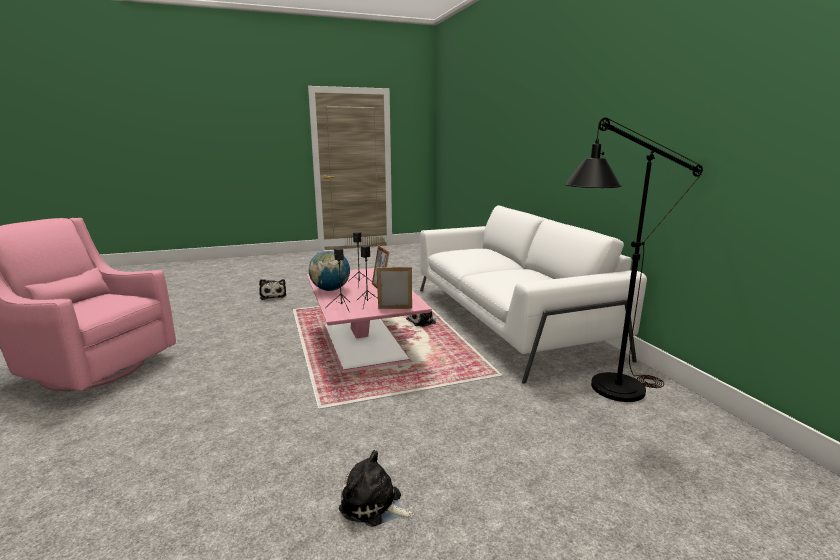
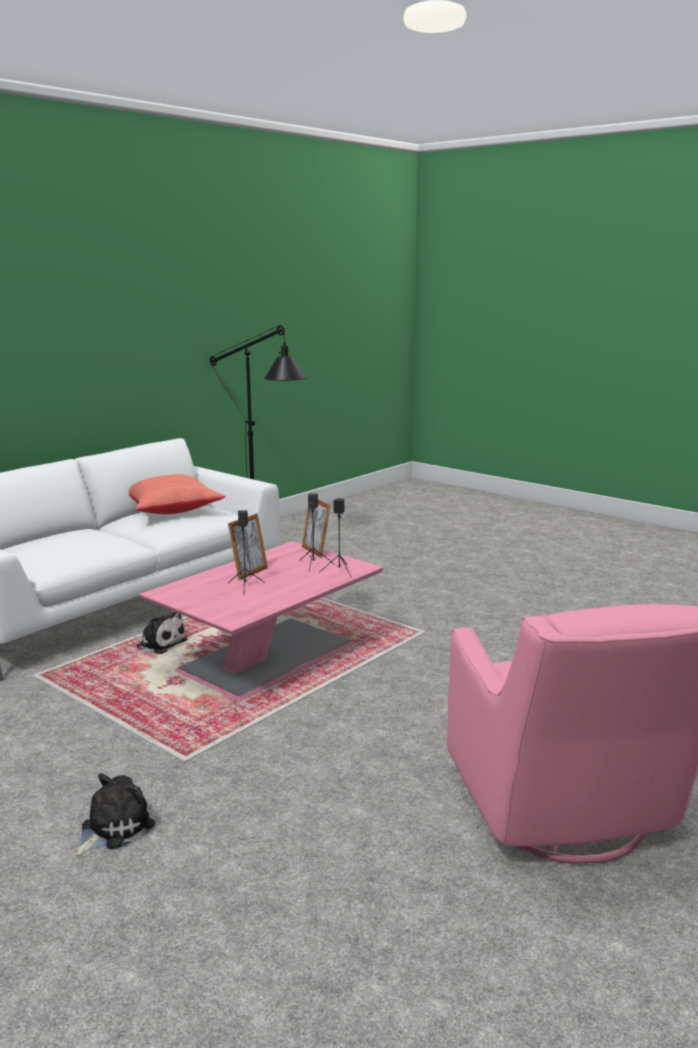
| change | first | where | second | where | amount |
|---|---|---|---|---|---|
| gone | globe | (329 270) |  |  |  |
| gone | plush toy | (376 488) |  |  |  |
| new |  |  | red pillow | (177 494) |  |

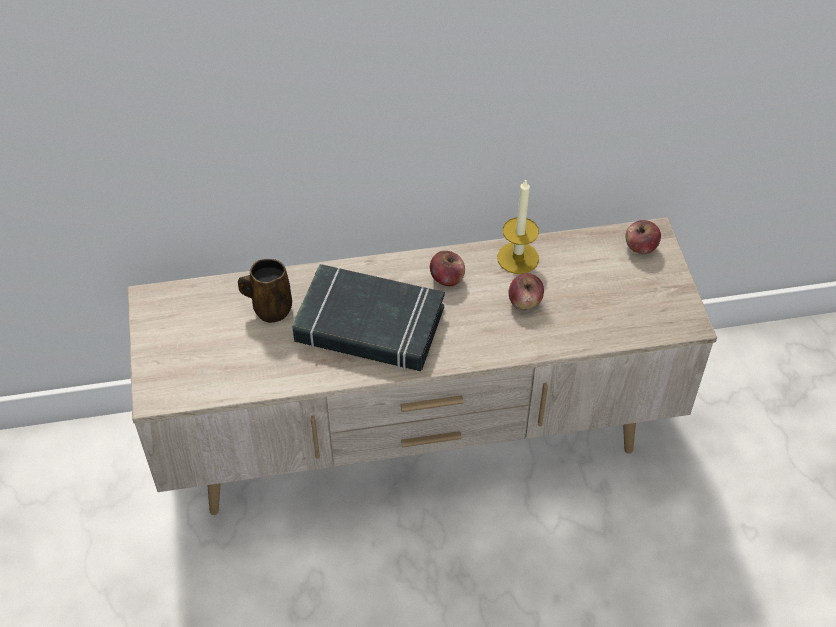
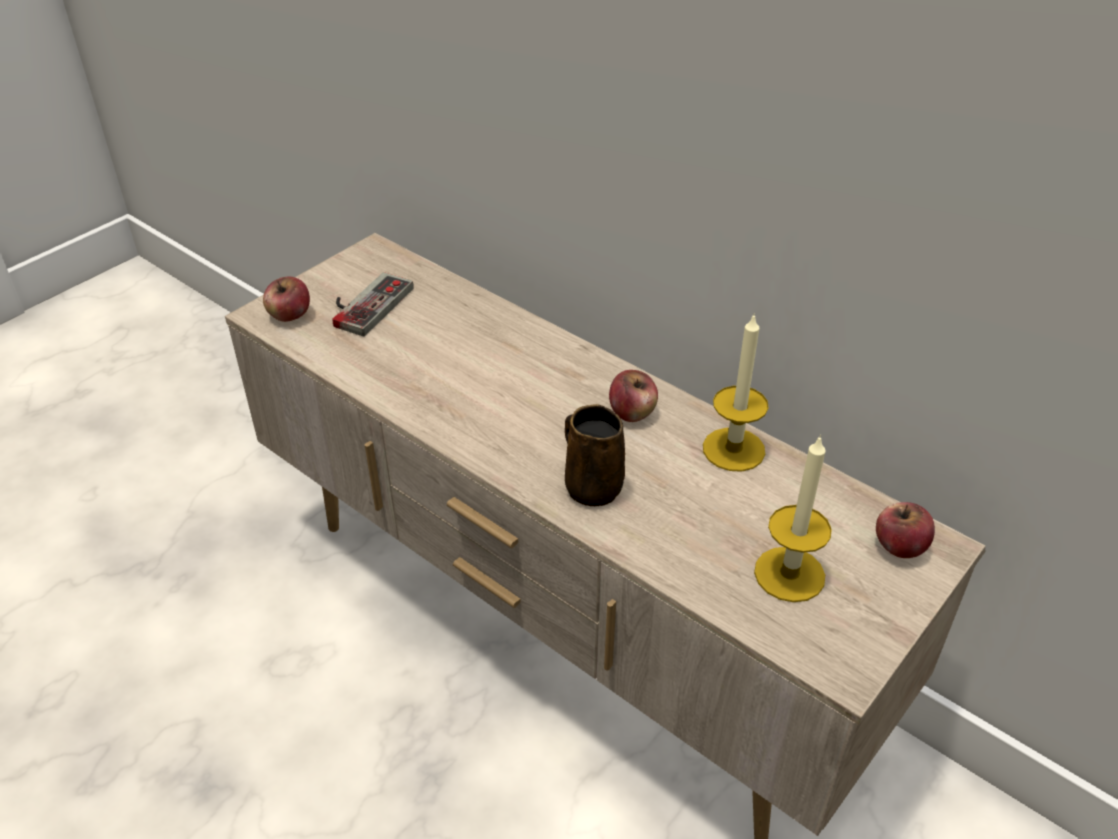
| change | first | where | second | where | amount |
|---|---|---|---|---|---|
| shifted | brown mug | (265 291) |  | (595 455) |  |
| gone | black book | (368 317) |  |  |  |
| shifted | apple | (526 291) |  | (286 299) |  |
| new |  |  | game controller | (373 304) |  |
| new |  |  | candle | (793 518) |  |

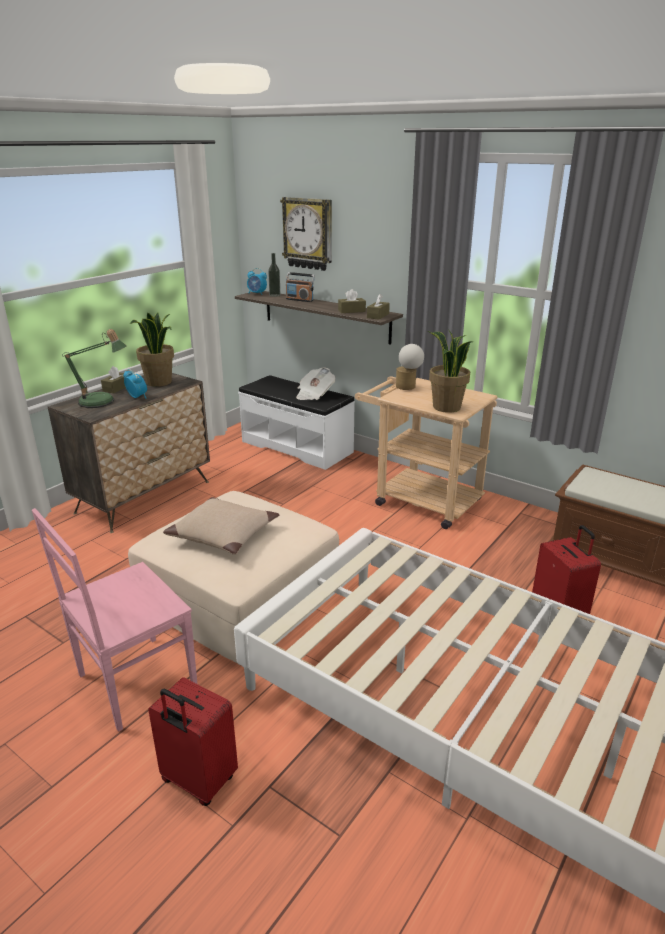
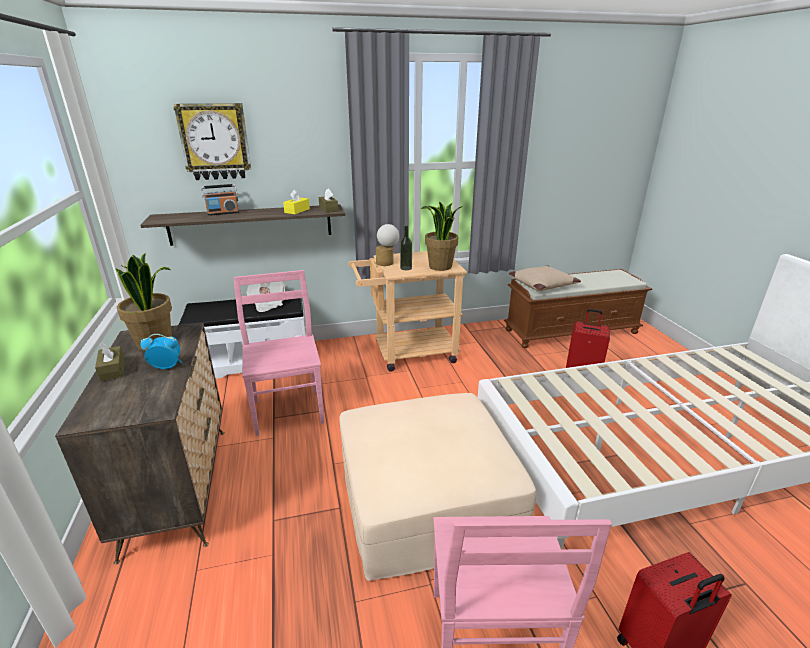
| change | first | where | second | where | amount |
|---|---|---|---|---|---|
| shifted | bottle | (274 275) |  | (406 247) |  |
| gone | alarm clock | (257 281) |  |  |  |
| repainted | brown tissue box | (352 301) | yellow tissue box | (296 202) |  |
| gone | table lamp | (95 368) |  |  |  |
| shifted | beige pillow | (221 526) |  | (545 278) |  |
| new |  |  | pink chair | (278 353) |  |

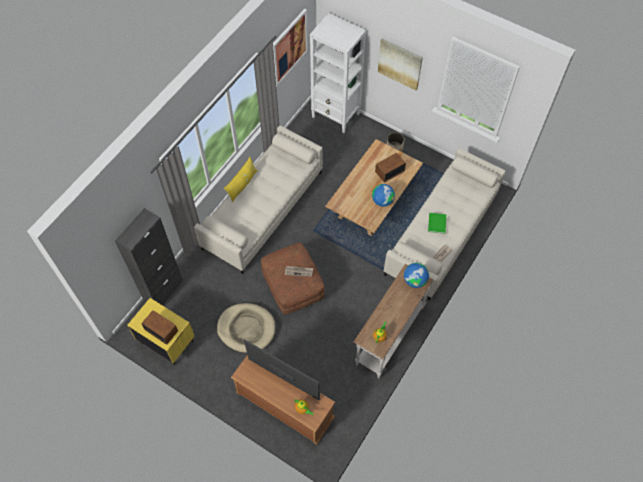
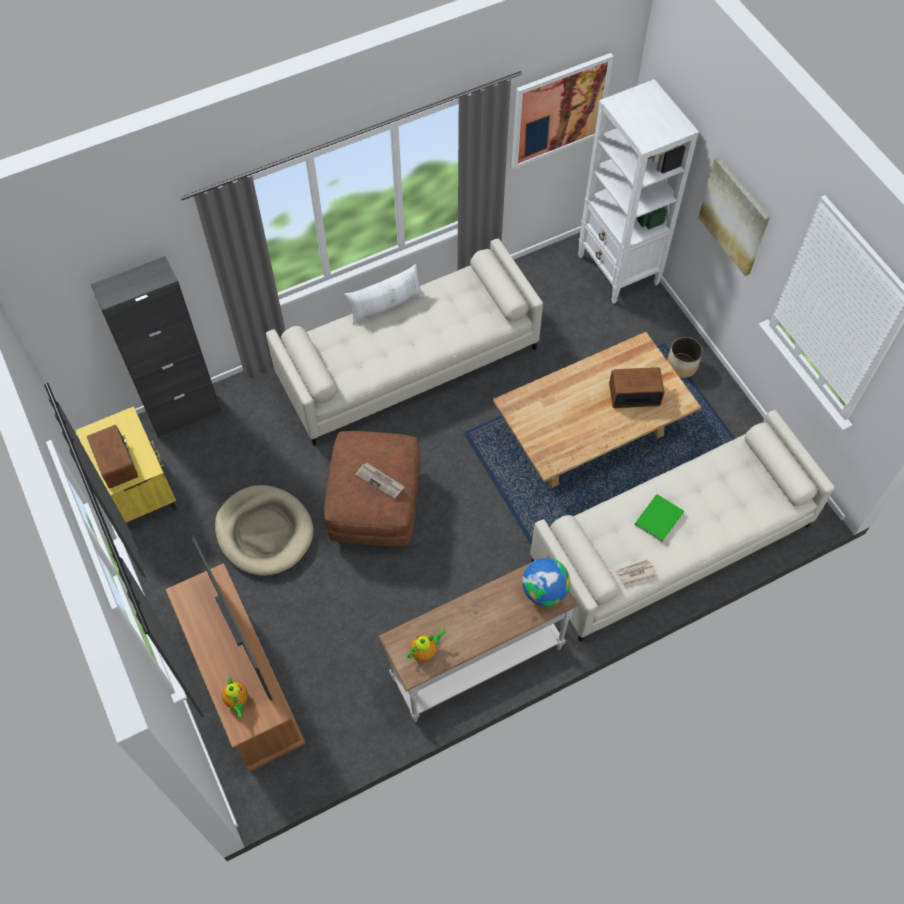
| change | first | where | second | where | amount |
|---|---|---|---|---|---|
| repainted | yellow pillow | (241 179) | white pillow | (383 294) |  |
| gone | globe | (383 195) |  |  |  |

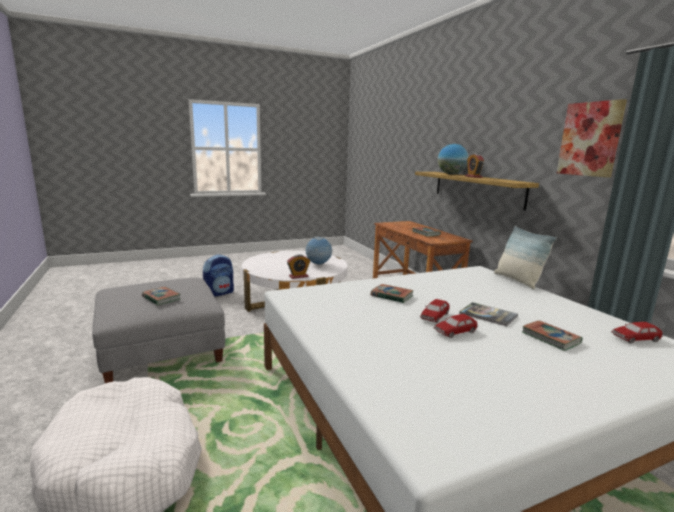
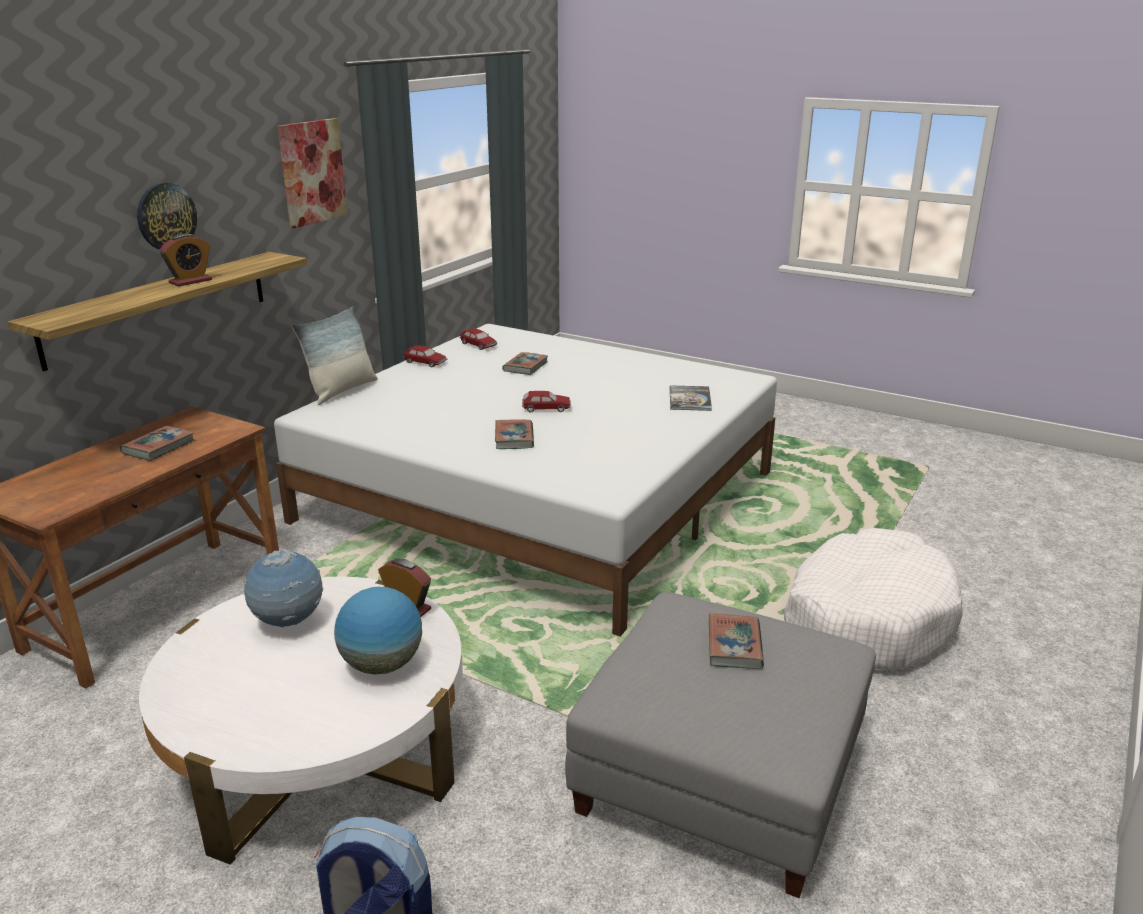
| change | first | where | second | where | amount |
|---|---|---|---|---|---|
| shifted | globe | (453 159) |  | (378 631) |  |
| shifted | book | (488 314) |  | (691 398) |  |
| shifted | toy car | (456 326) |  | (425 356) |  |
| new |  |  | wall clock | (167 216) |  |

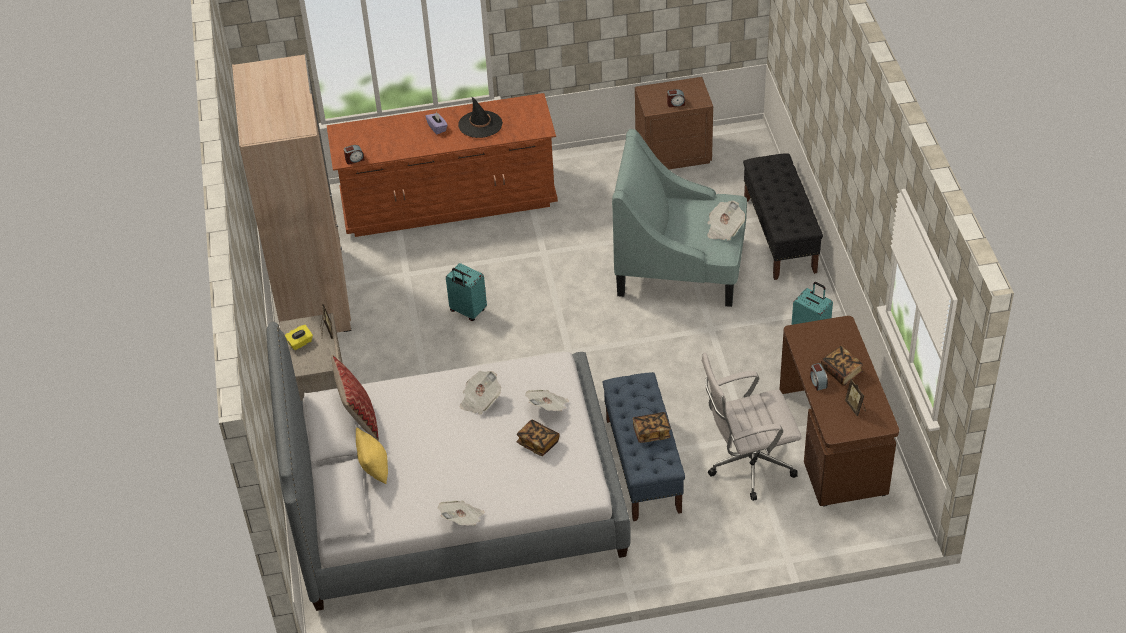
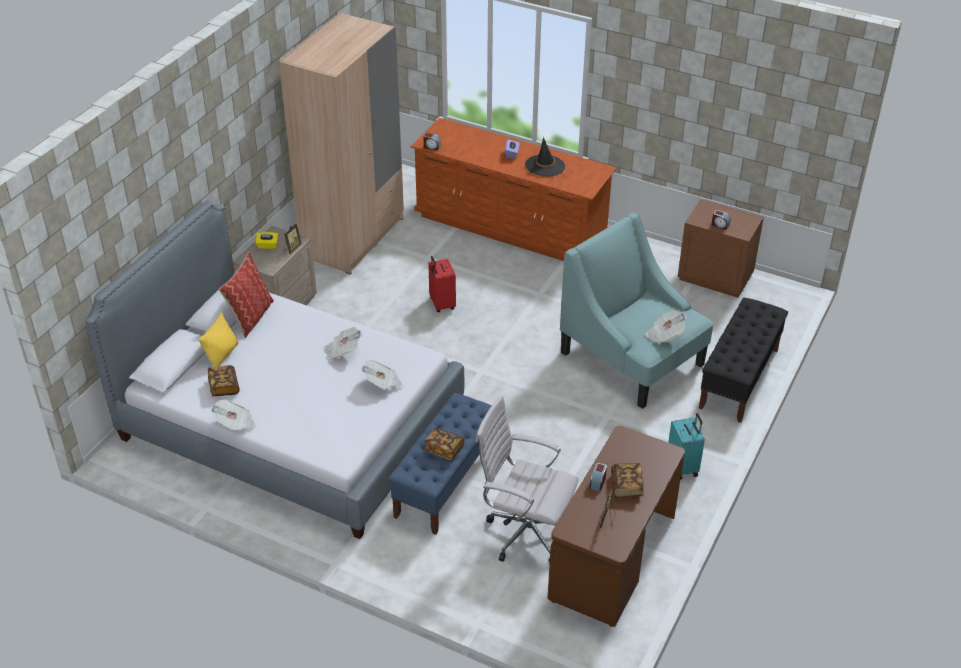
| change | first | where | second | where | amount |
|---|---|---|---|---|---|
| repainted | turquoise suitcase | (466 292) | red suitcase | (442 284) |  |
| shifted | book | (538 438) |  | (224 380) |  |

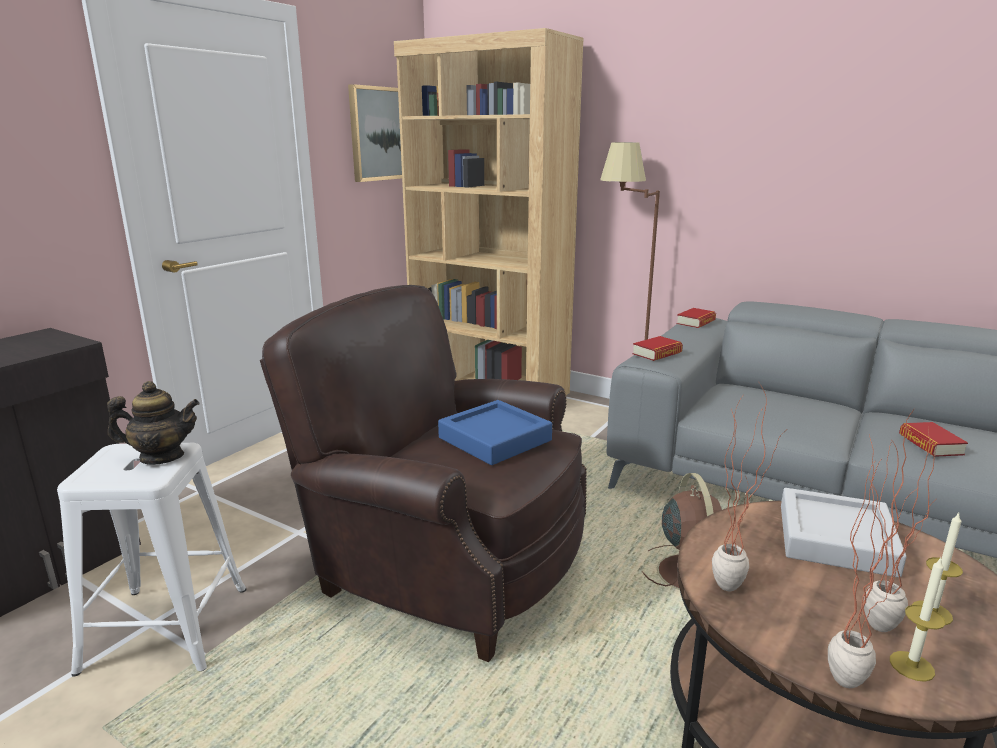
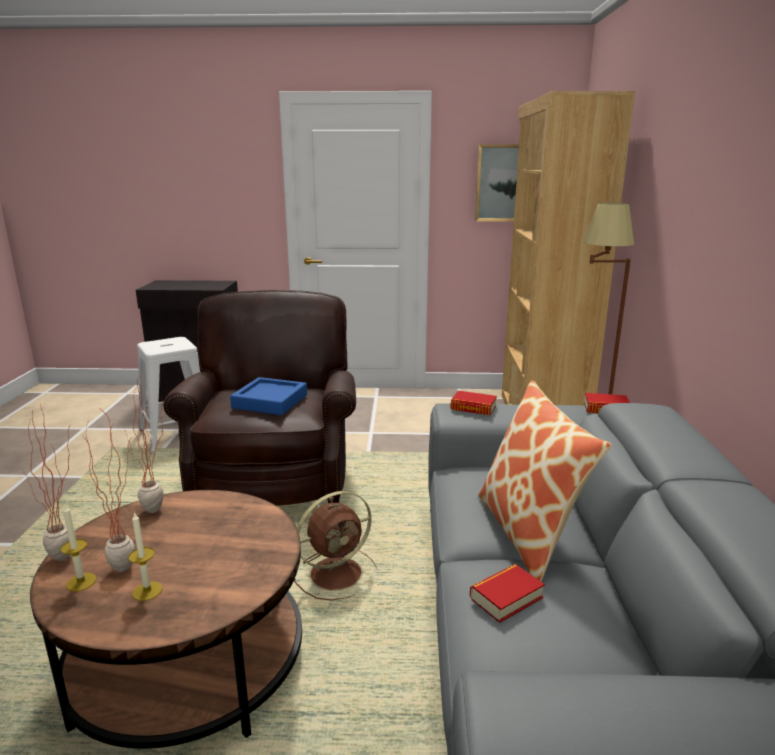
| change | first | where | second | where | amount |
|---|---|---|---|---|---|
| gone | teapot | (153 423) |  |  |  |
| gone | grey tray | (844 533) |  |  |  |
| new |  |  | pillow | (544 481) |  |

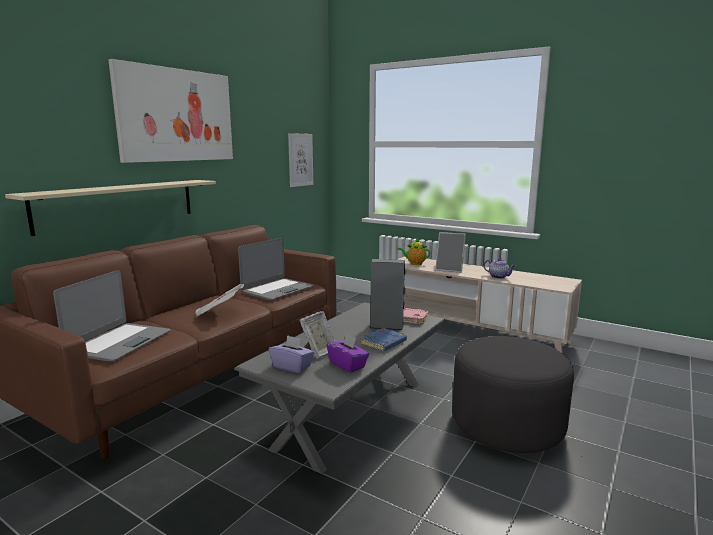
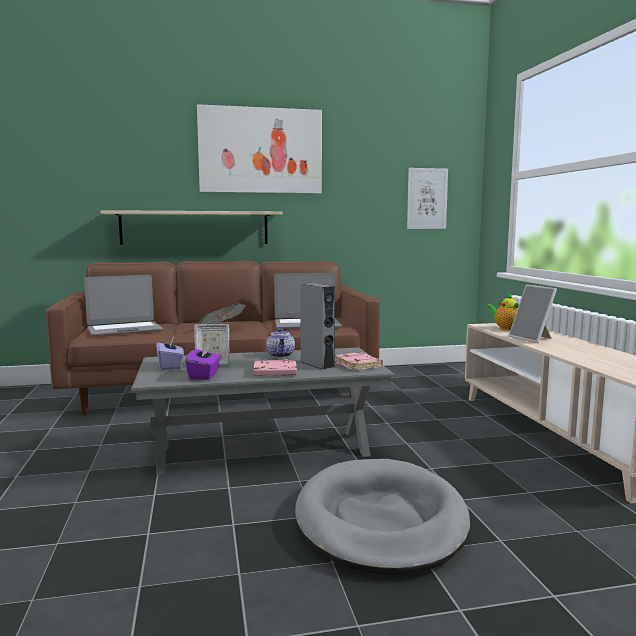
| change | first | where | second | where | amount |
|---|---|---|---|---|---|
| shifted | teapot | (500 268) |  | (280 343) |  |
| repainted | blue book | (383 340) | pink book | (275 367) |  |
| swapped | grey ottoman | (513 394) | grey dog bed | (382 517) |  |

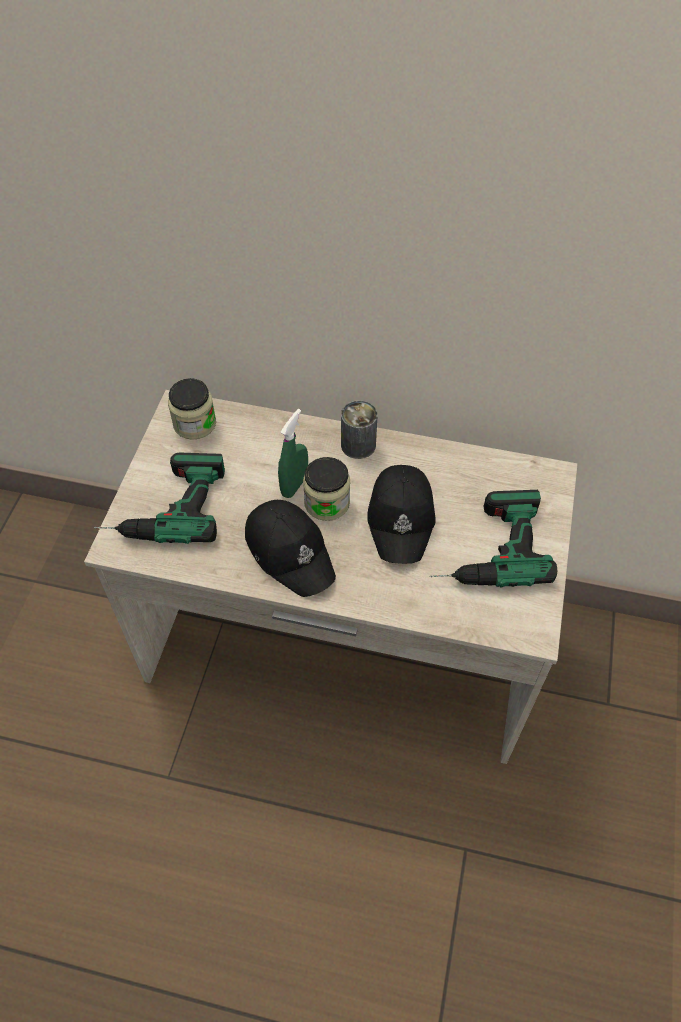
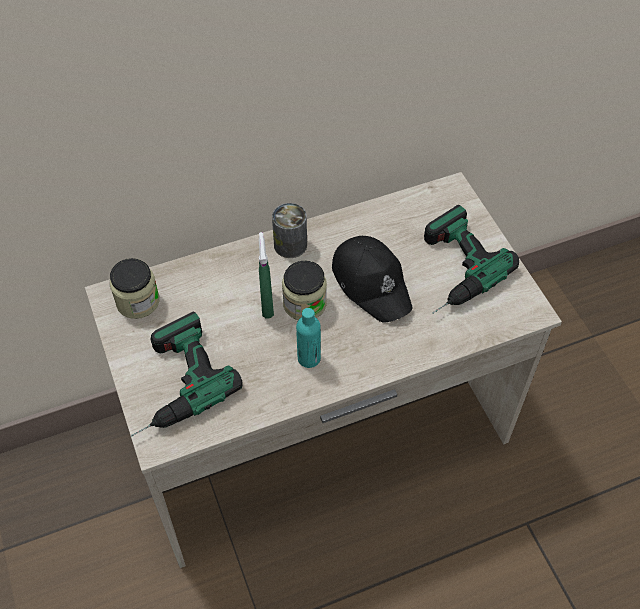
| change | first | where | second | where | amount |
|---|---|---|---|---|---|
| swapped | black cap | (290 548) | turquoise bottle | (308 338) |  |

